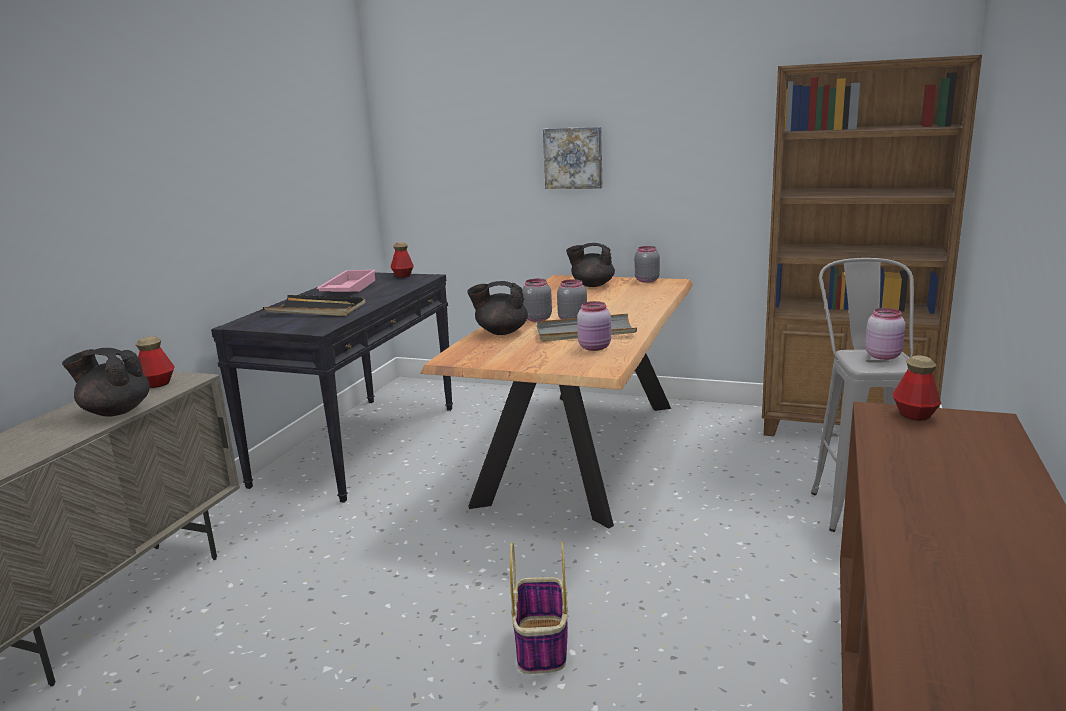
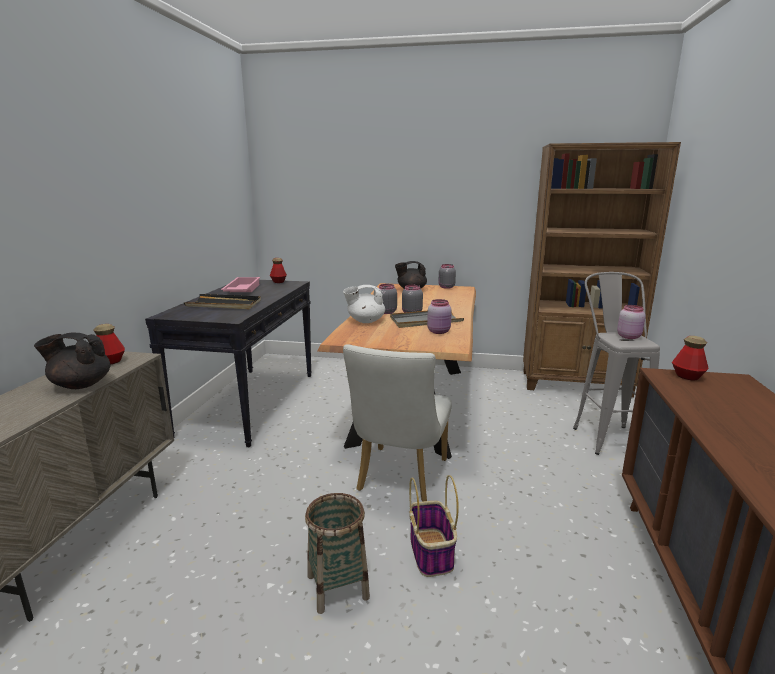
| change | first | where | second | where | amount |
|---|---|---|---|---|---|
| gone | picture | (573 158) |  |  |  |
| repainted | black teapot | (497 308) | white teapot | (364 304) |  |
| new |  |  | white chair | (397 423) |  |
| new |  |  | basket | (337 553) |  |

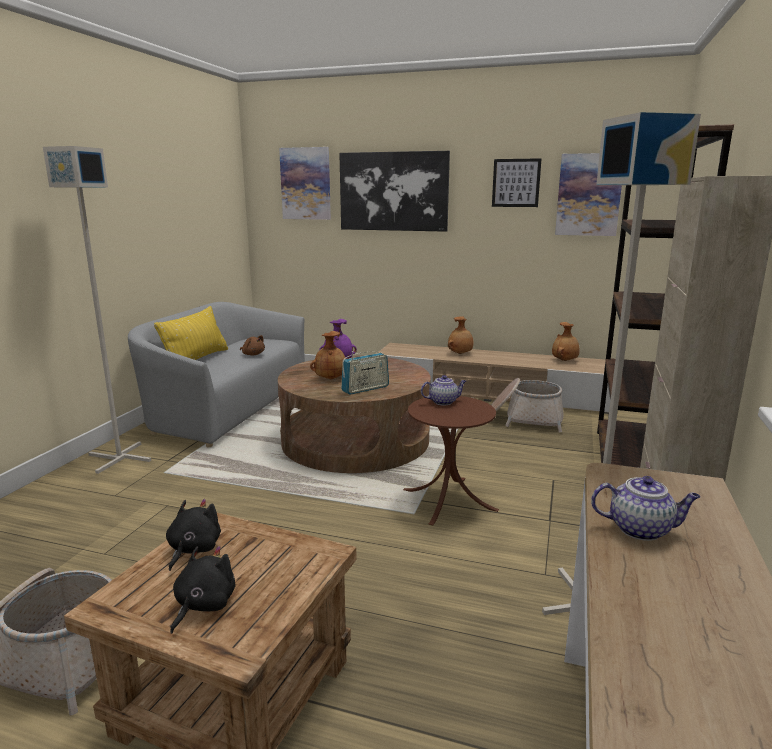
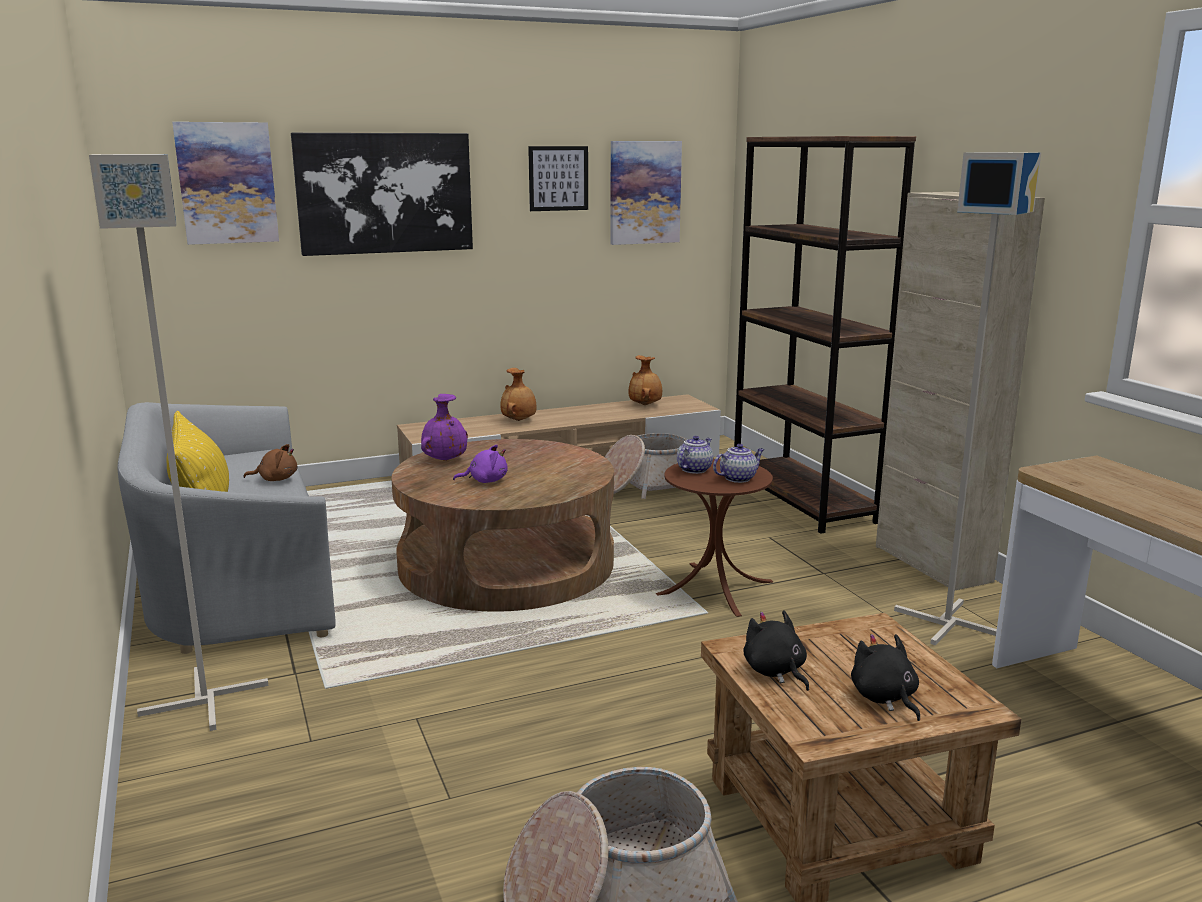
| change | first | where | second | where | amount |
|---|---|---|---|---|---|
| swapped | brown vase | (328 355) | purple plush toy | (480 464) |  |
| gone | radio | (365 373) |  |  |  |
| shifted | teapot | (645 508) |  | (738 463) |  |

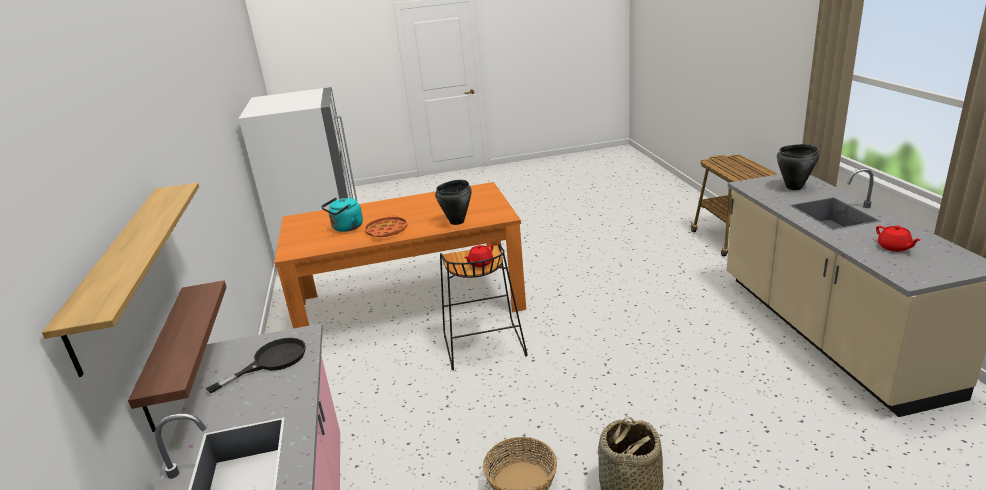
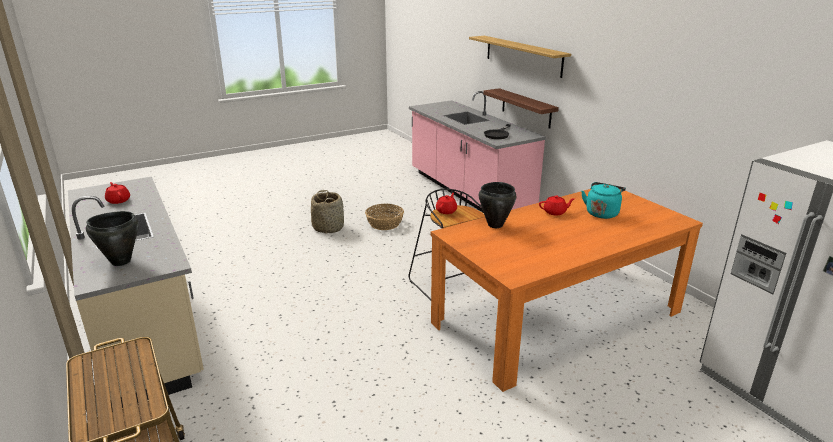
| change | first | where | second | where | amount |
|---|---|---|---|---|---|
| swapped | orange tray | (386 226) | red teapot | (557 205) |  |

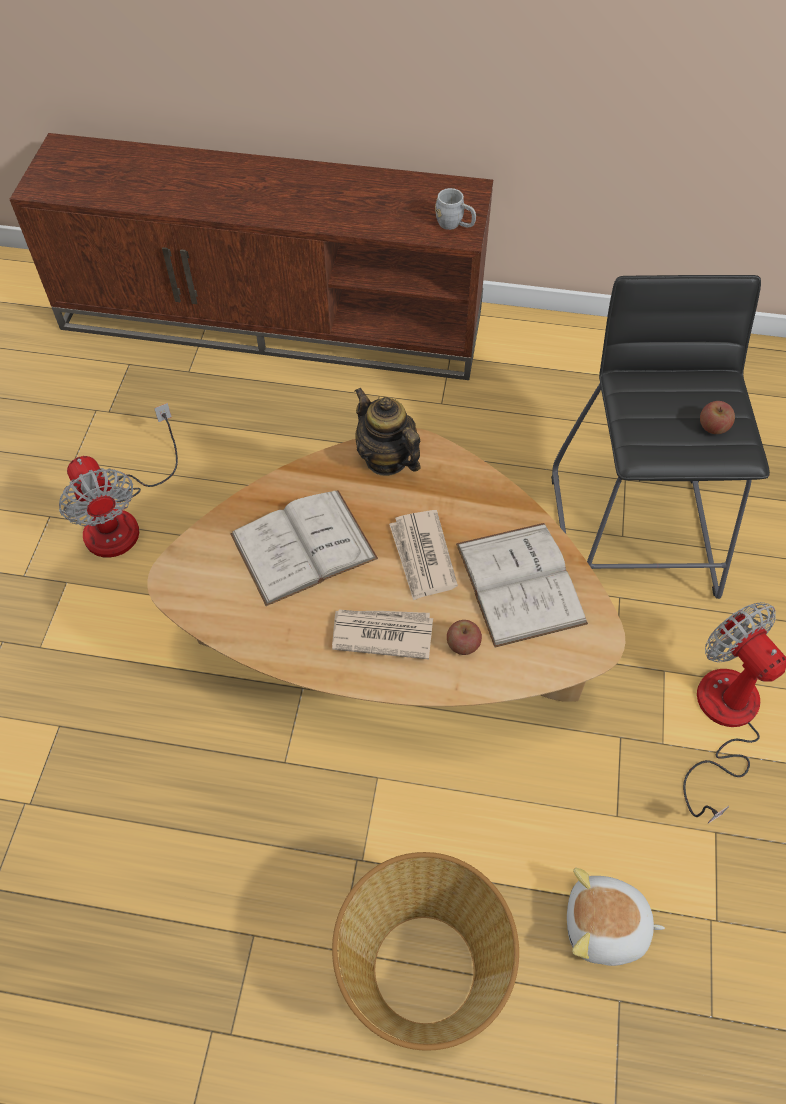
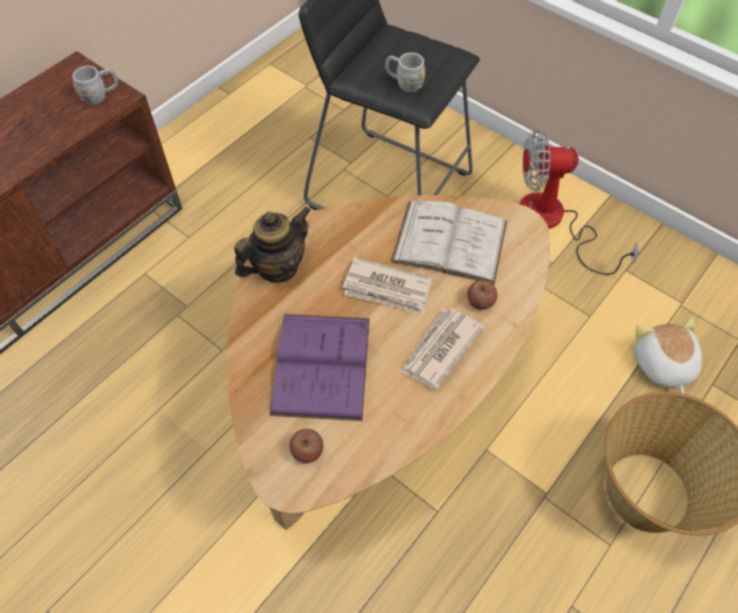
| change | first | where | second | where | amount |
|---|---|---|---|---|---|
| rotated | teapot | (388 431) |  | (272 245) | 150 degrees clockwise |
| shifted | apple | (717 417) |  | (307 446) |  |
| gone | fan | (118 480) |  |  |  |
| repainted | white book | (304 548) | purple book | (320 367) |  |
| rotated | plush toy | (616 917) |  | (668 356) | 135 degrees clockwise |
| new |  |  | grey mug | (405 73) |  |

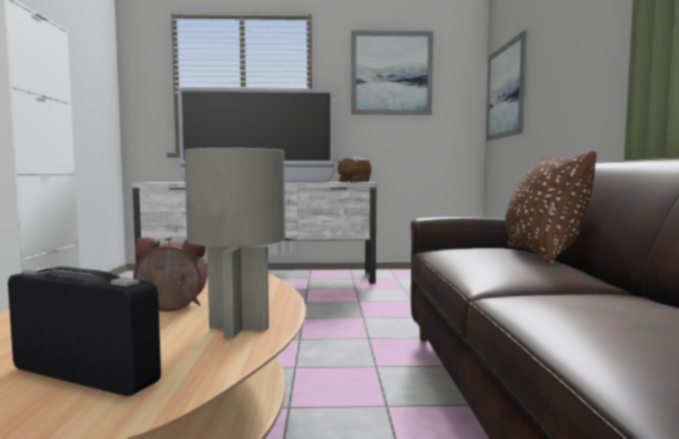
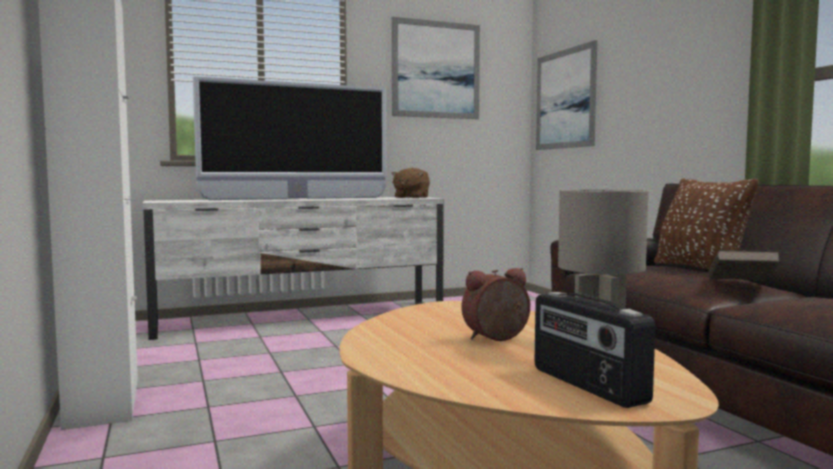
| change | first | where | second | where | amount |
|---|---|---|---|---|---|
| rotated | radio | (84 331) |  | (595 350) | 120 degrees counterclockwise |
| new |  |  | brown book | (744 265) |  |

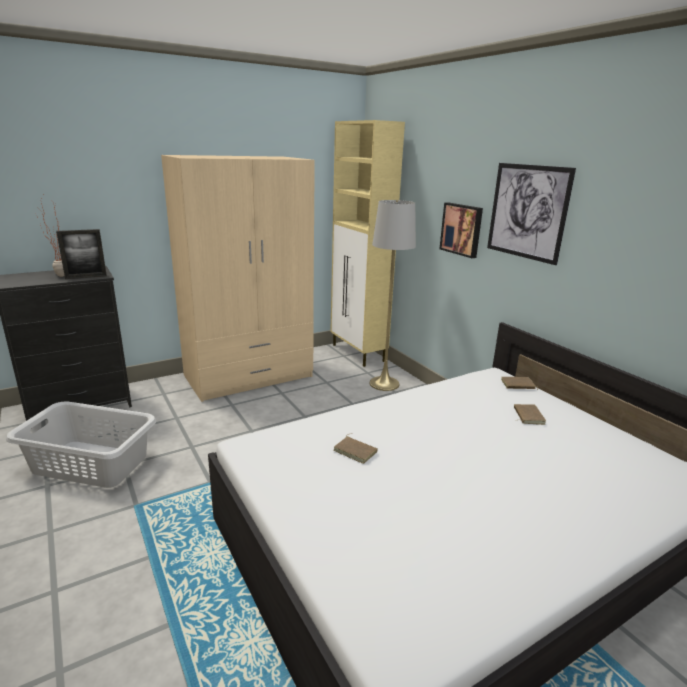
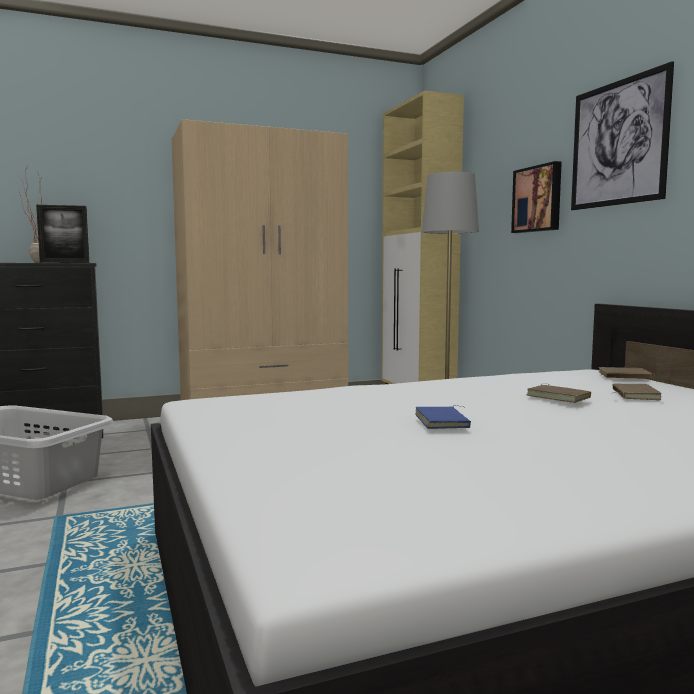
| change | first | where | second | where | amount |
|---|---|---|---|---|---|
| shifted | brown book | (356 448) |  | (558 393) |  |
| new |  |  | blue book | (443 417) |  |

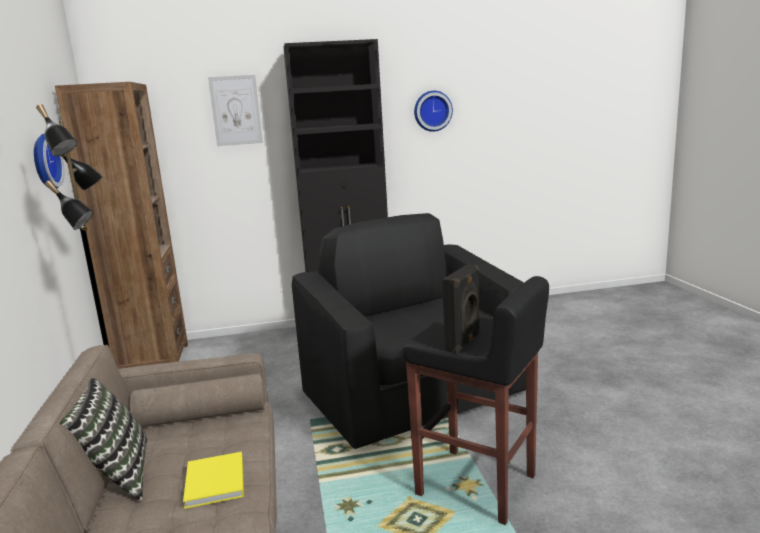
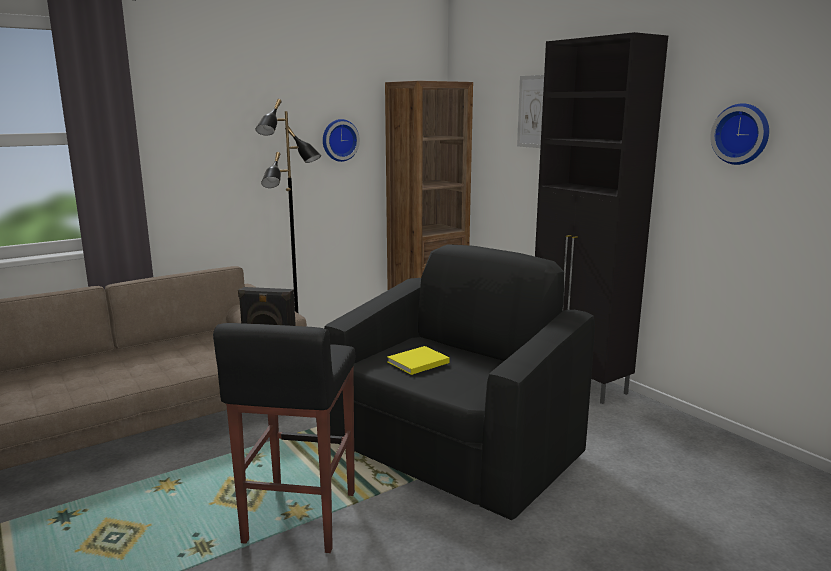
| change | first | where | second | where | amount |
|---|---|---|---|---|---|
| gone | pillow | (103 439) |  |  |  |
| shifted | yellow book | (213 480) |  | (418 360) |  |

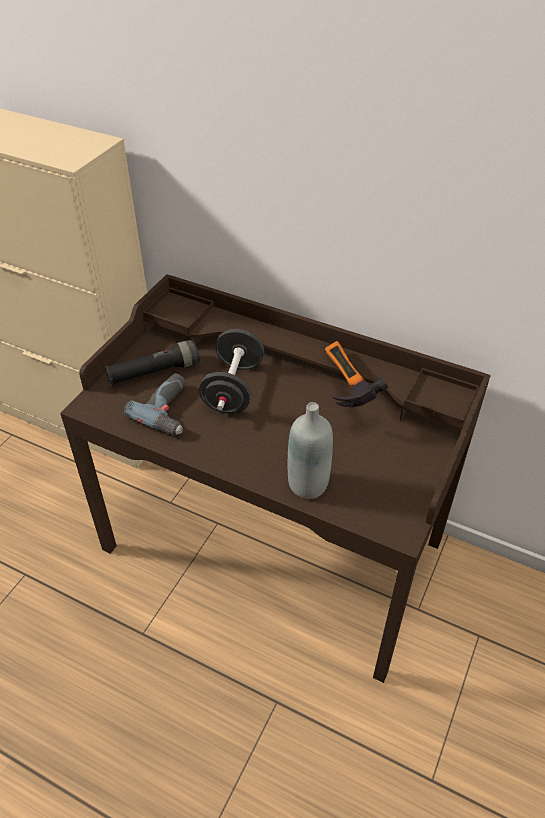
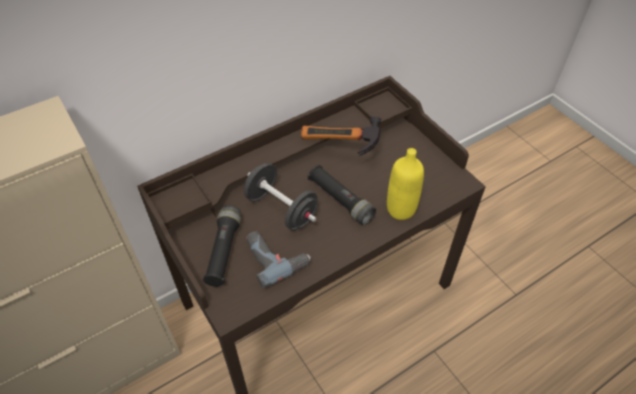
| change | first | where | second | where | amount |
|---|---|---|---|---|---|
| repainted | grey bottle | (310 450) | yellow bottle | (405 184) |  |
| new |  |  | black flashlight | (342 195) |  |

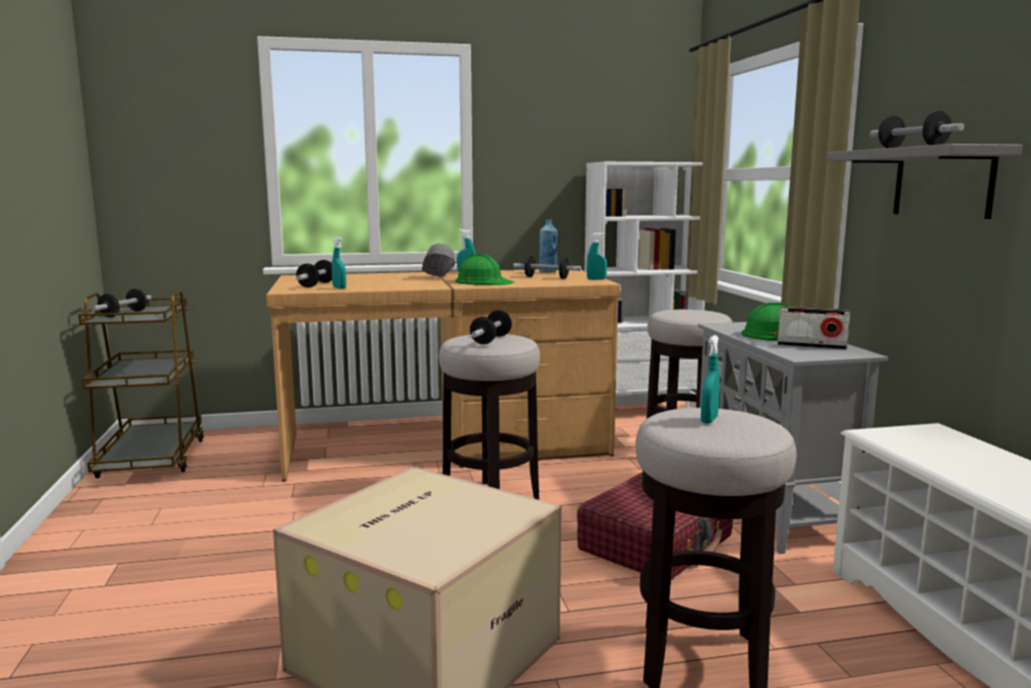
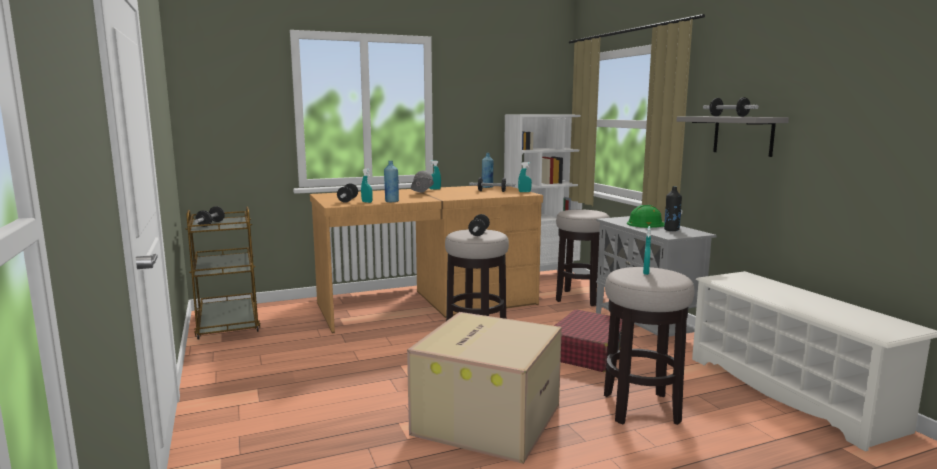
| change | first | where | second | where | amount |
|---|---|---|---|---|---|
| gone | green hard hat | (484 269) |  |  |  |
| swapped | radio | (813 328) | black bottle | (673 208) |  |
| new |  |  | blue bottle | (391 182) |  |

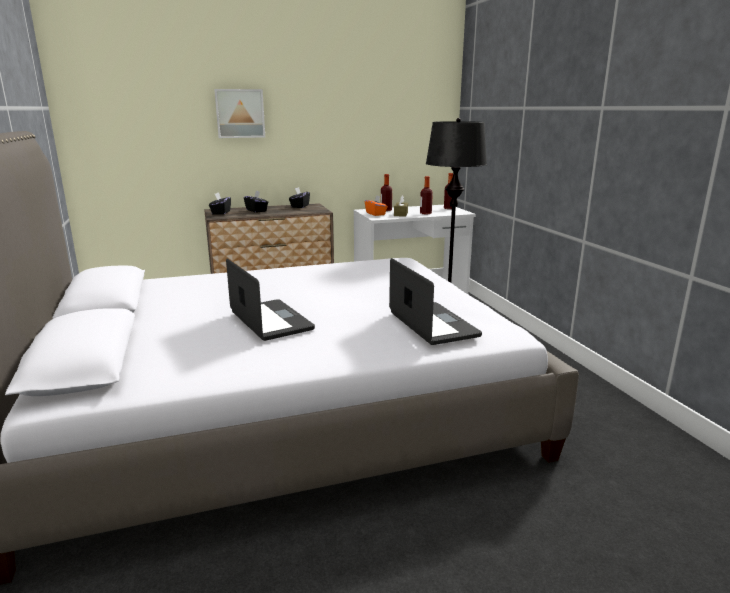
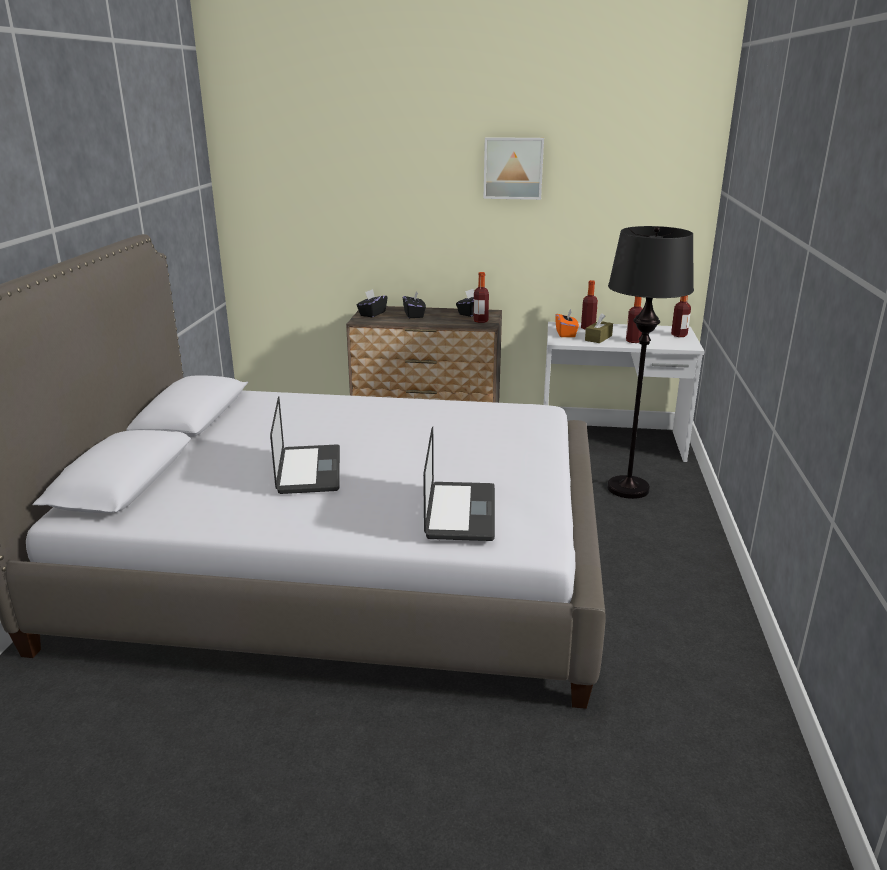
| change | first | where | second | where | amount |
|---|---|---|---|---|---|
| shifted | picture | (239 113) |  | (513 168) |  |
| new |  |  | bottle | (481 297) |  |

